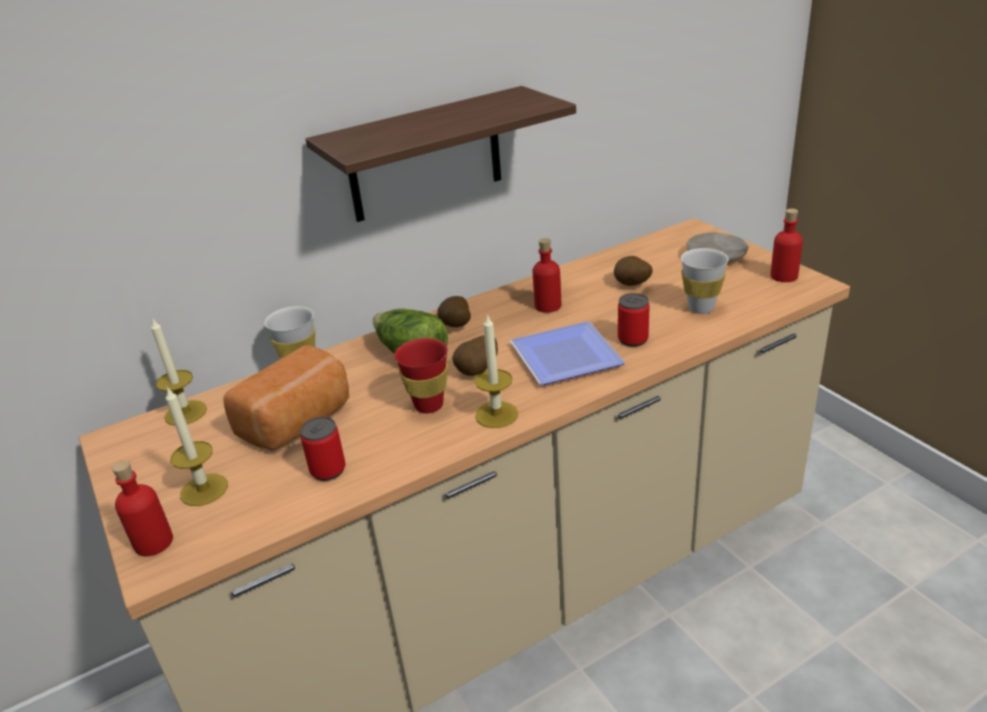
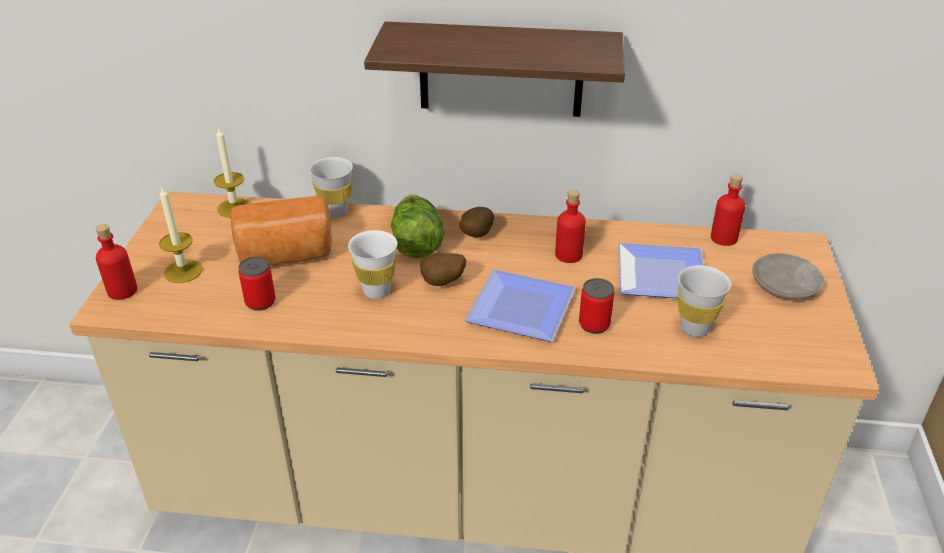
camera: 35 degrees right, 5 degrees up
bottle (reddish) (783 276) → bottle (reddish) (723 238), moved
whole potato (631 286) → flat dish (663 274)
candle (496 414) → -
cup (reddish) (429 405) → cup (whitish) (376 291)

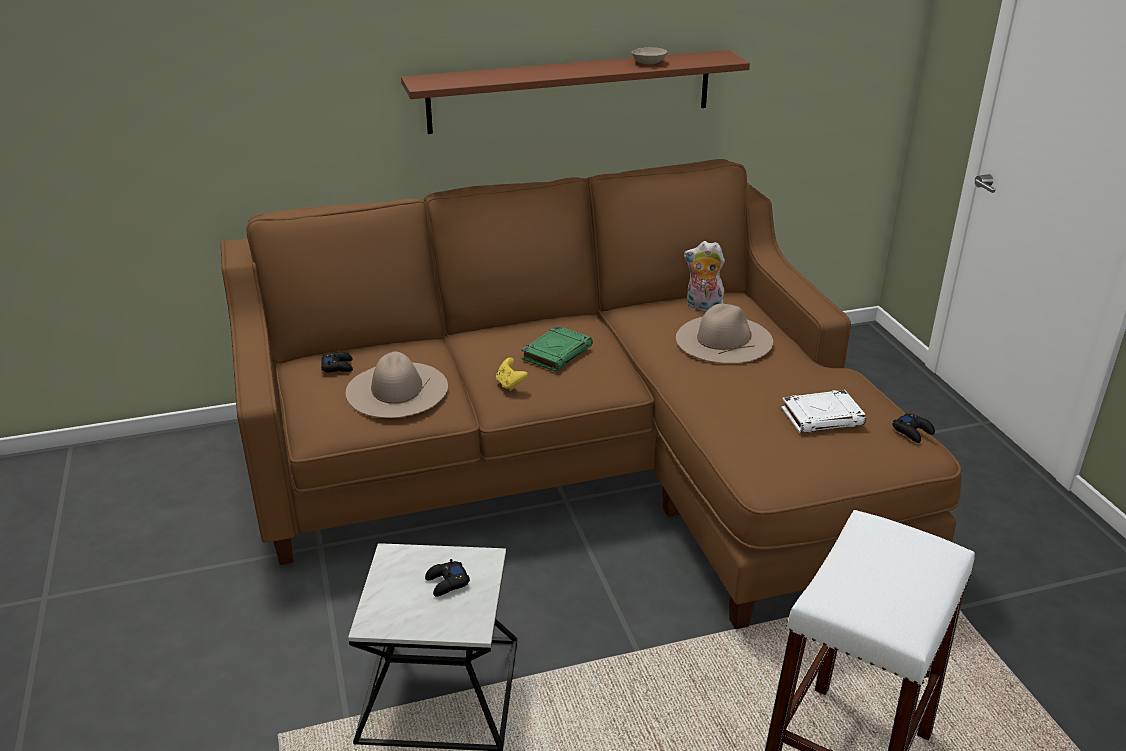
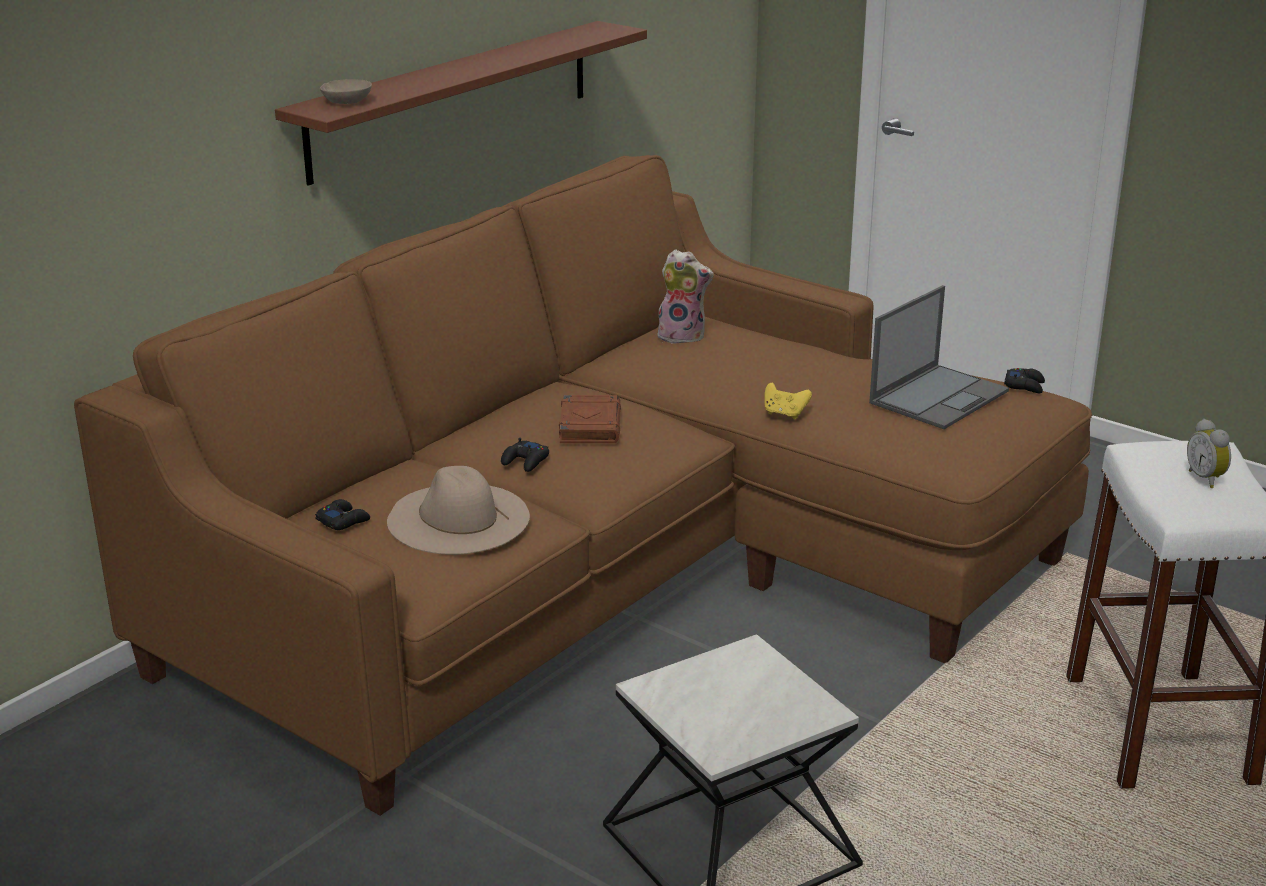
camera: 35 degrees left, 5 degrees down
serving bowl (sand-coloured) (649 63) → serving bowl (sand-coloured) (348 102), moved
cuddly toy (702 308) → cuddly toy (683 337), 150 degrees counterclockwise
wearable hat (sand-coloured) (724 339) → -
book (green) (557 353) → book (brown-coloured) (589 425)
gamepad (yellow) (510 384) → gamepad (yellow) (784 414), moved
book (whitish) (823 416) → notebook computer (939 396)
gamepad (black) (447 583) → gamepad (black) (525 461), moved
- → alarm clock (1207 479)

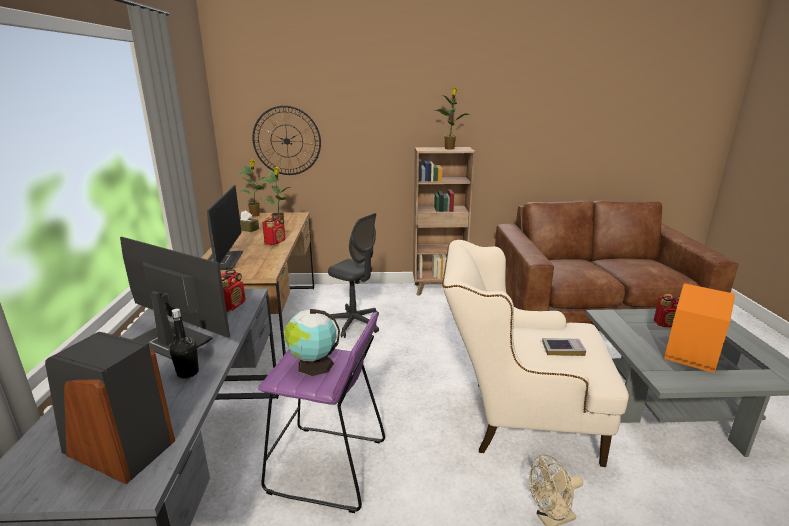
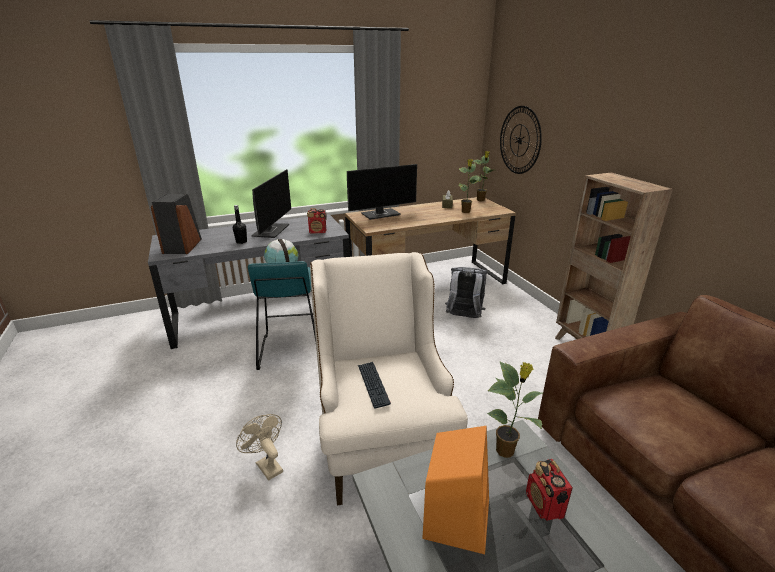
camera: 70 degrees right, 5 degrees up
houseplant (450 148) → houseplant (506 451), moved
office chair (greyish) (354 324) → rucksack (greyish) (464 317)
radio (275 242) → -
sitting stool (purplish) (327 467) → sitting stool (blue-green) (291 350)
book (563 349) → PC keyboard (373 384)

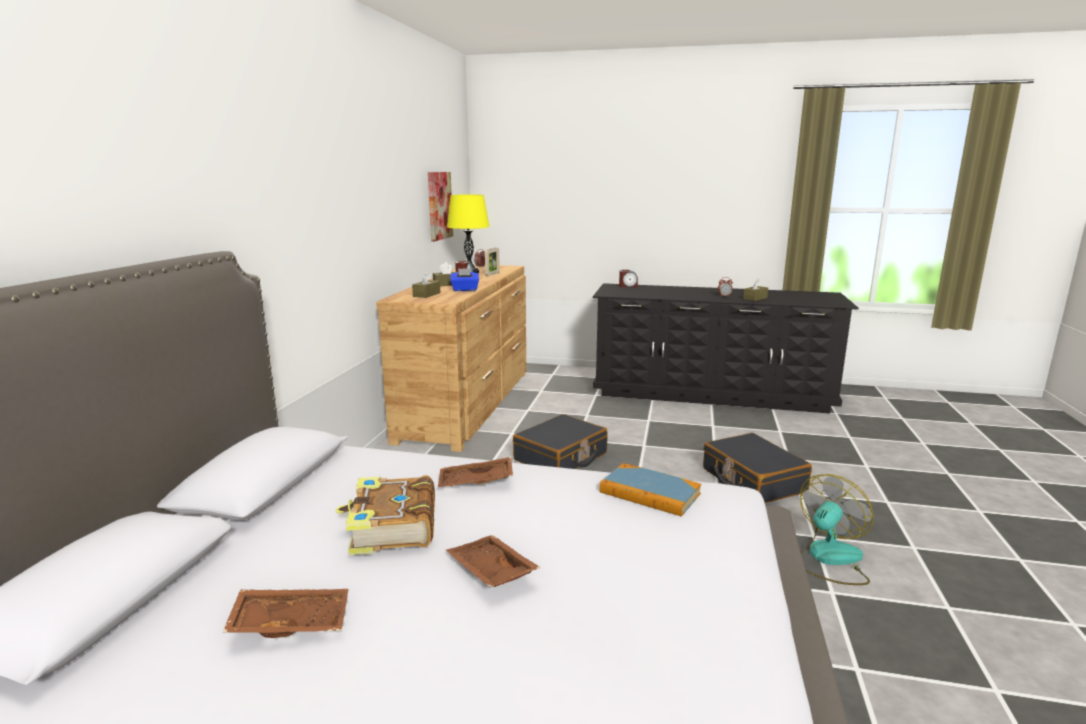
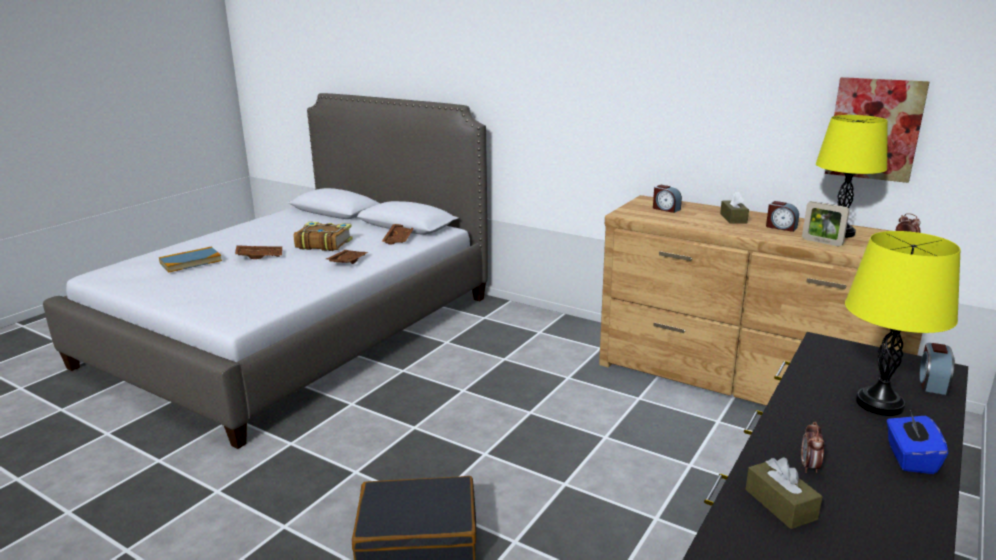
camera: 110 degrees right, 5 degrees up
tissue holder (blue-coloured) (465 289) → tissue holder (blue-coloured) (910 458), moved
tissue holder (brown-coloured) (426 294) → alarm clock (666 209)
piece of luggage (black) (561 457) → -
book (649 493) → book (191 262), moved
cooling fan (829 559) → -
tray (brown-coloured) (291 621) → tray (brown-coloured) (400 239), moved
- → lamp for a table (yellow) (879 404)

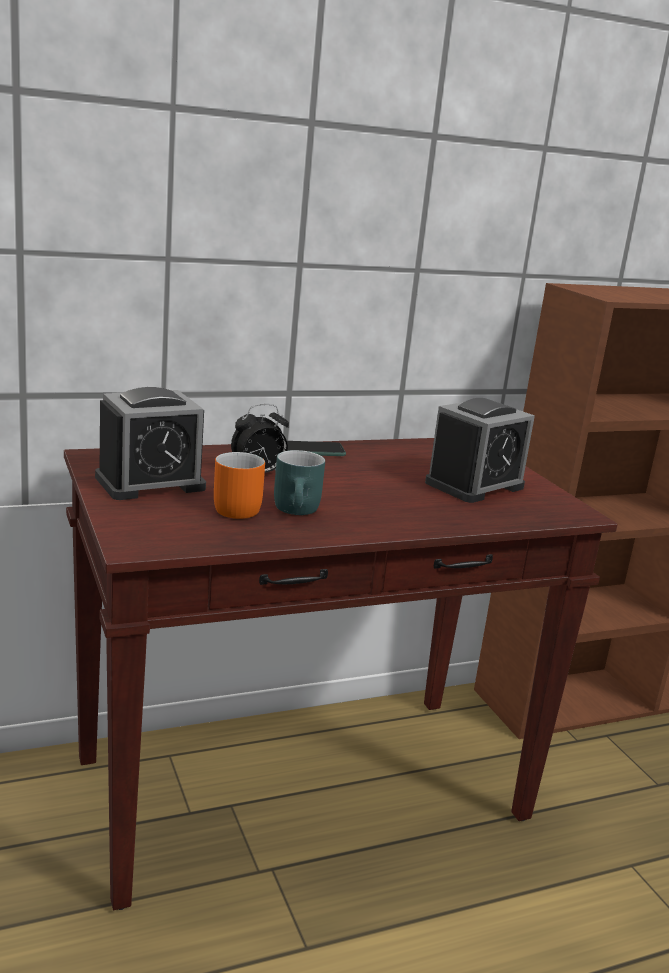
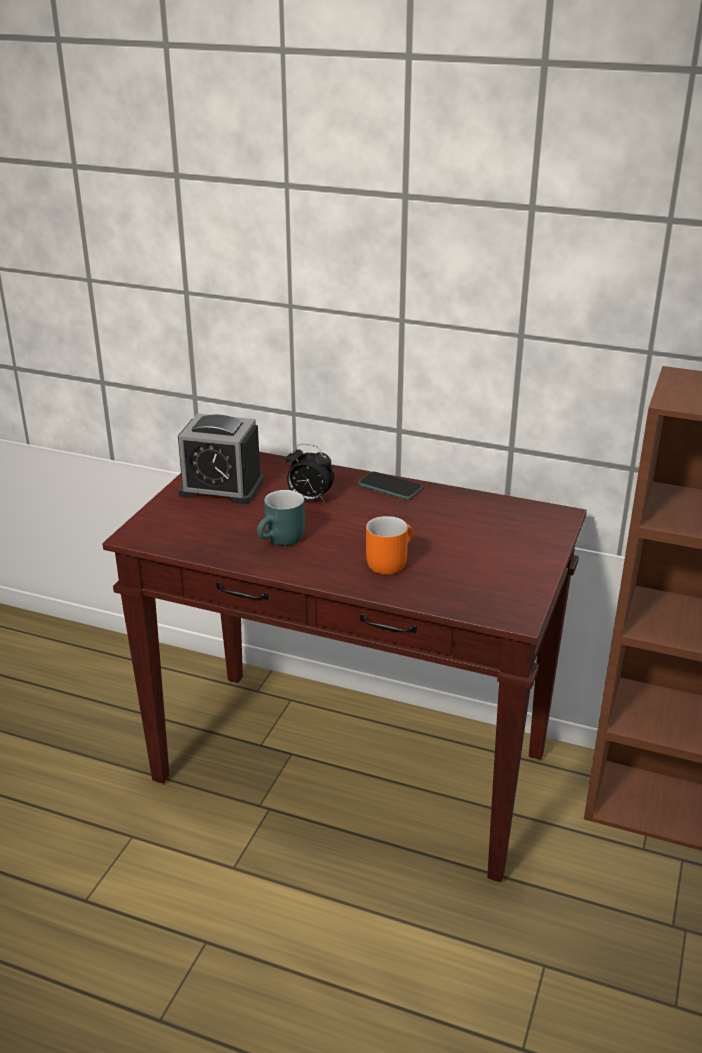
camera: 45 degrees right, 10 degrees up
alarm clock (474 485) → -
mug (orangey) (234 507) → mug (orangey) (388 561), moved

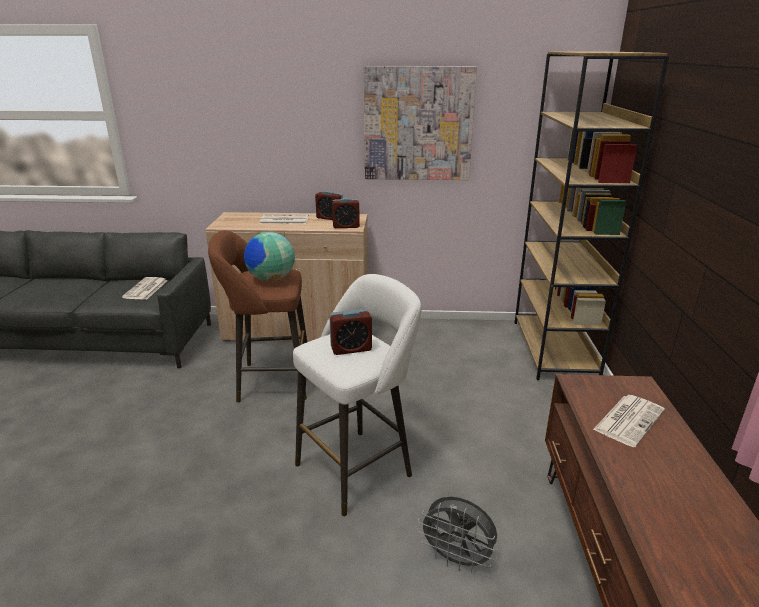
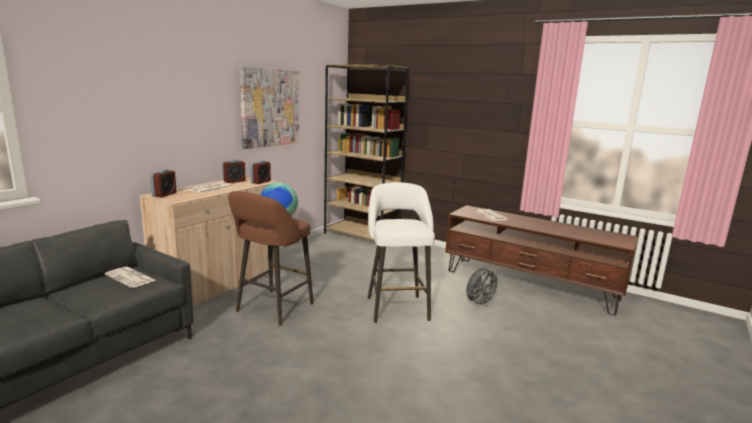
camera: 60 degrees left, 10 degrees down
alarm clock (351 349) → alarm clock (164 194), moved

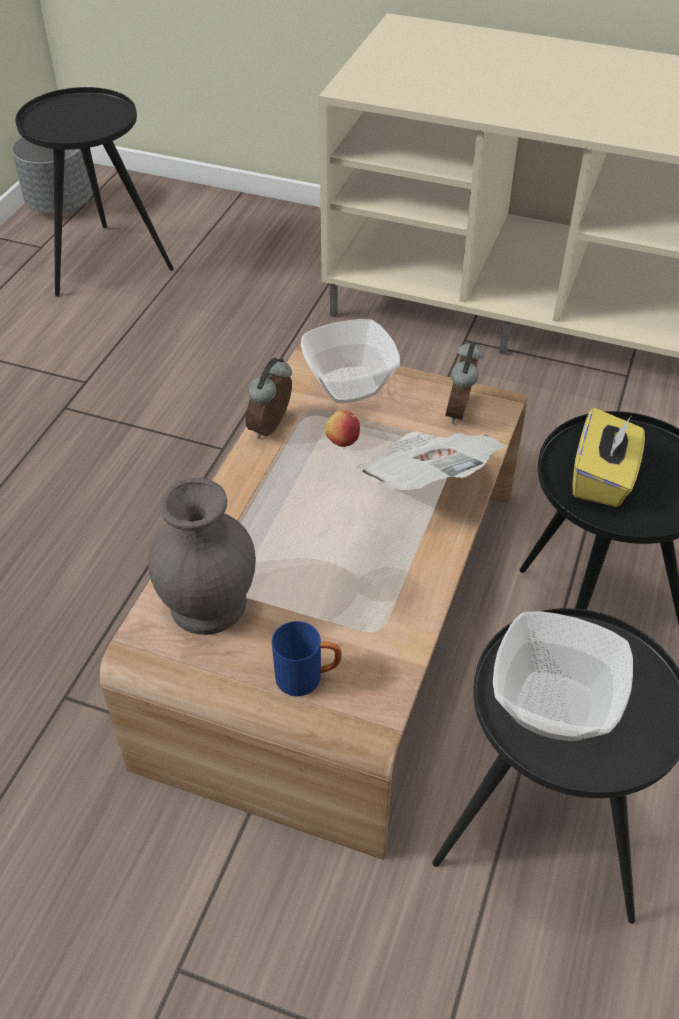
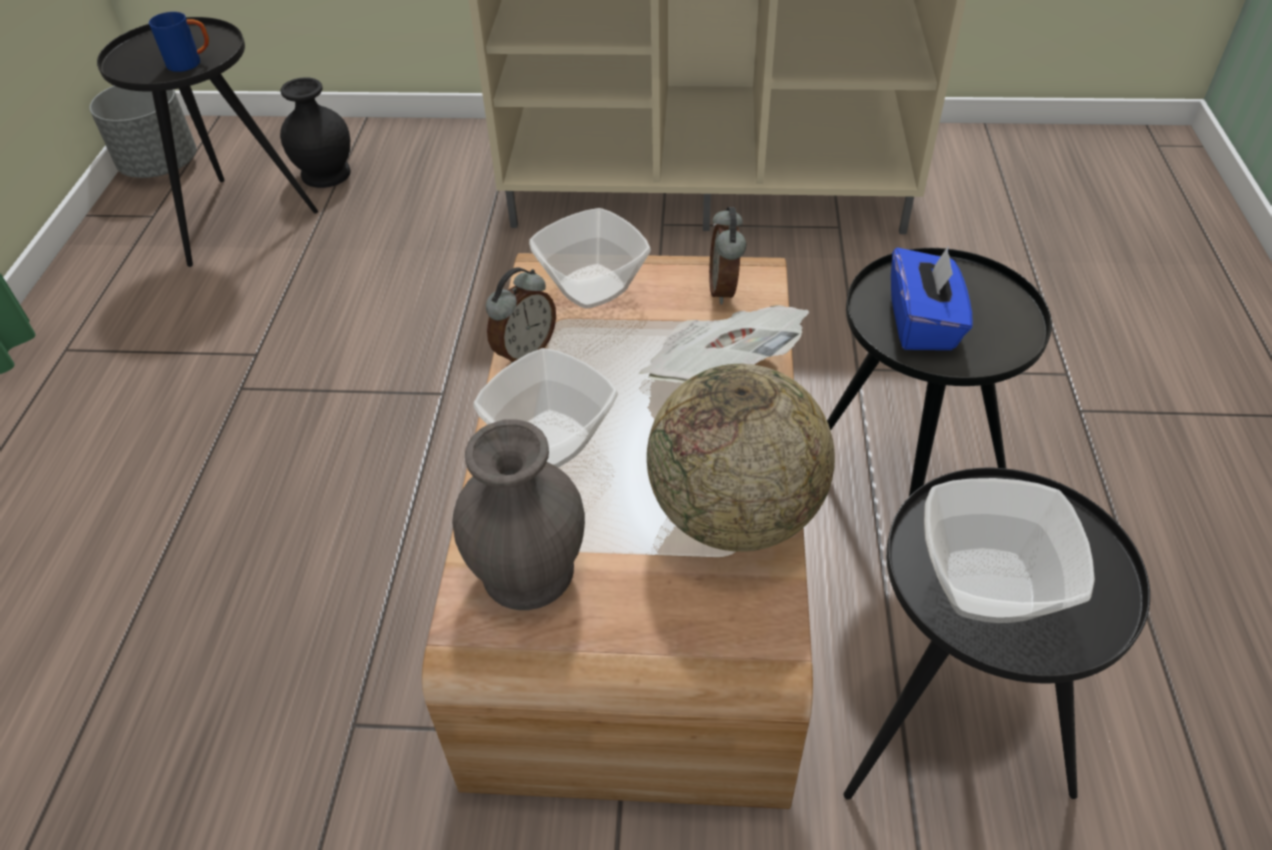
camera: 15 degrees left, 0 degrees up
alarm clock (272 428) → alarm clock (524 351), 150 degrees counterclockwise
tissue holder (yellow) (602 479) → tissue holder (blue-coloured) (923 323)
apple (342 439) → -
mug (blue-coloured) (308 677) → mug (blue-coloured) (191 63), moved
- → decorative vase (black) (325 173)
- → serving bowl (553 439)
- → globe (735 514)

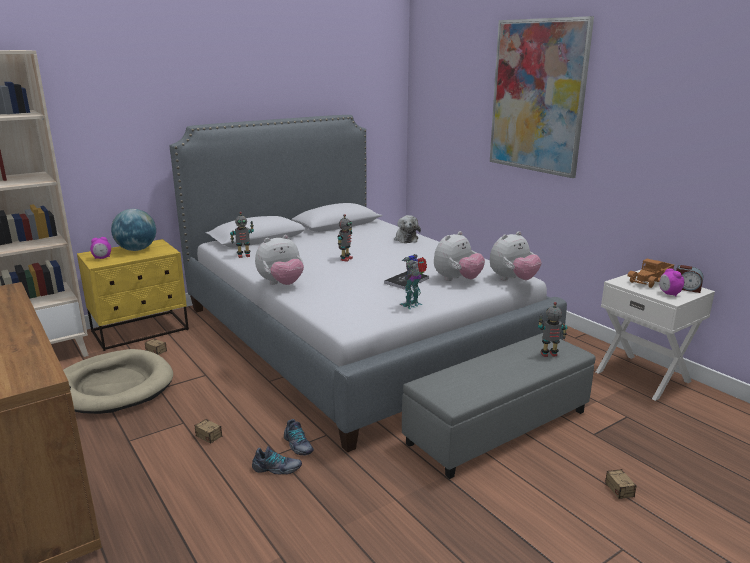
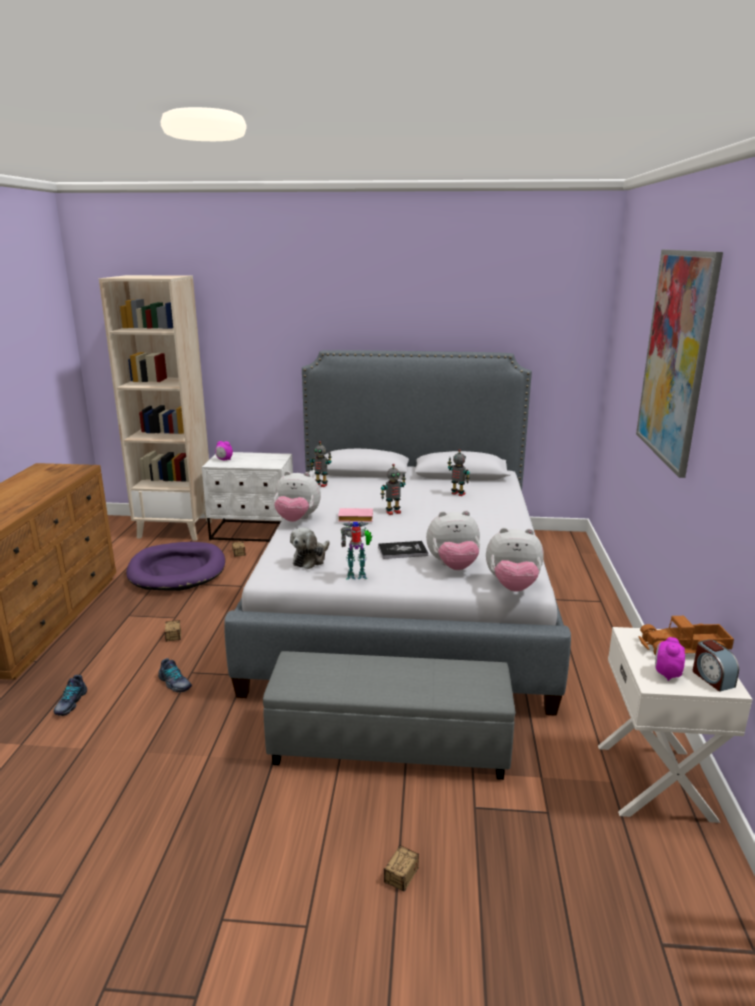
camera: 40 degrees right, 0 degrees up
globe (136 249) → -
cuddly toy (406 239) → cuddly toy (310 559), moved
bedside table (yellow) (141 331) → bedside table (whitish) (253 532)
toy robot (549 355) → toy robot (457 494), moved
dog cushion (sand-coloured) (114 386) → dog cushion (purplish) (177 570)
shoe (298 445) → shoe (70 703), moved
- → book (pinkish) (354 519)

